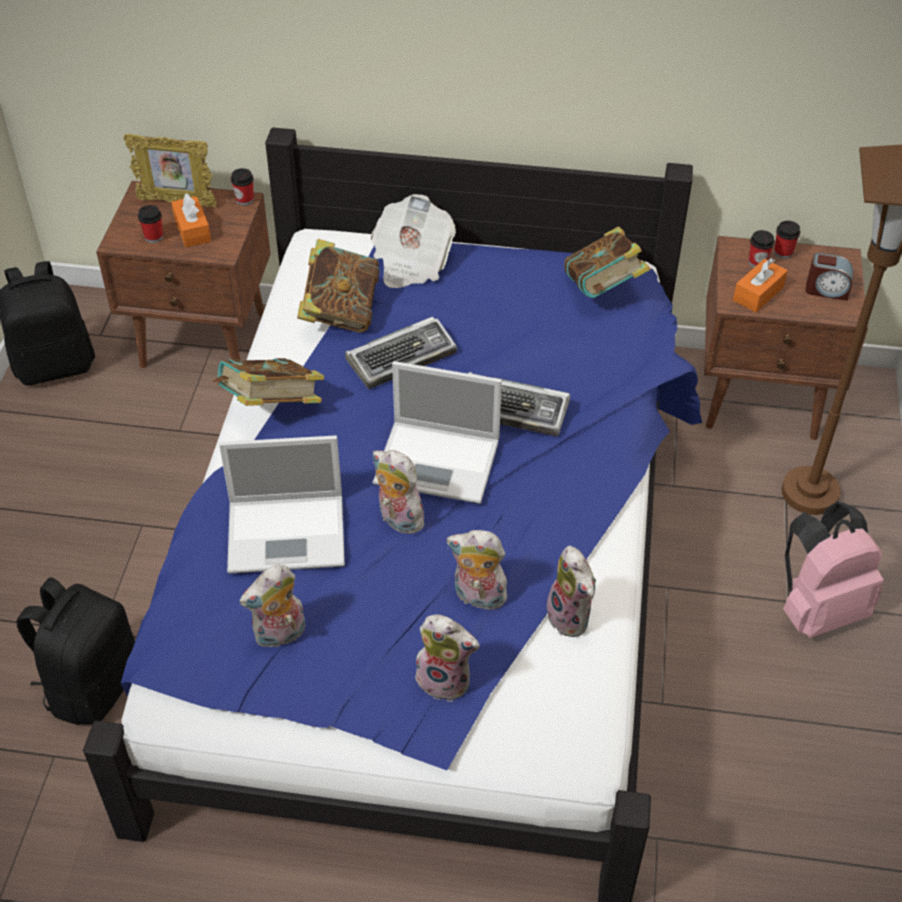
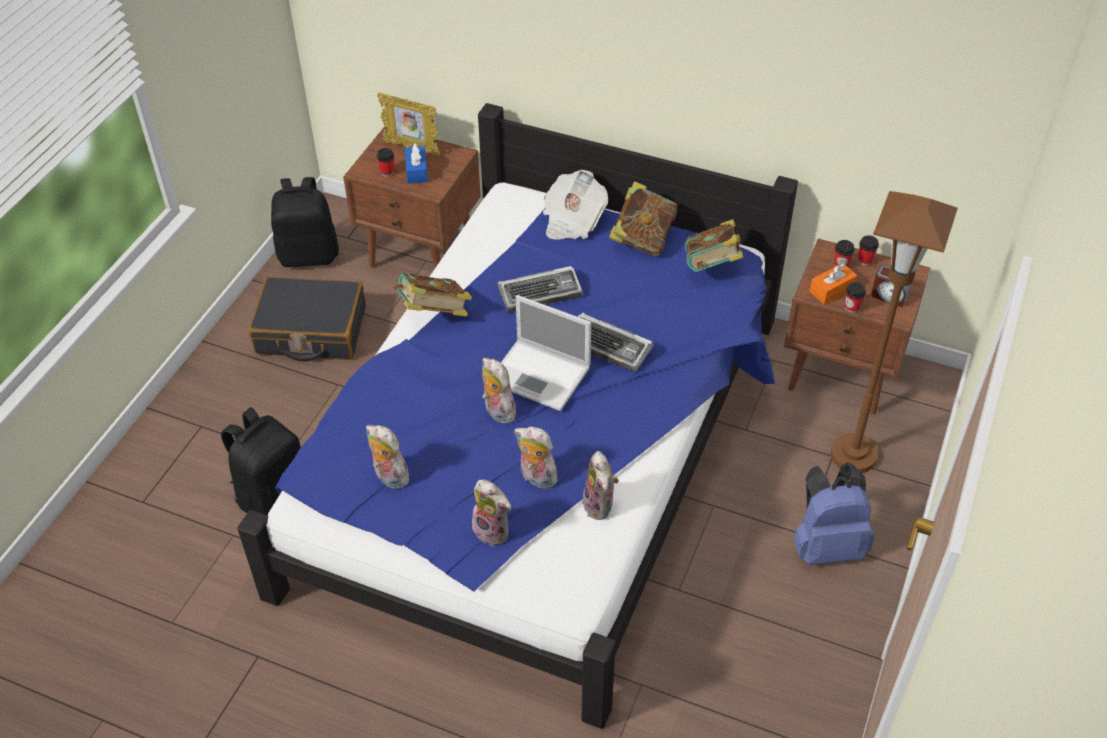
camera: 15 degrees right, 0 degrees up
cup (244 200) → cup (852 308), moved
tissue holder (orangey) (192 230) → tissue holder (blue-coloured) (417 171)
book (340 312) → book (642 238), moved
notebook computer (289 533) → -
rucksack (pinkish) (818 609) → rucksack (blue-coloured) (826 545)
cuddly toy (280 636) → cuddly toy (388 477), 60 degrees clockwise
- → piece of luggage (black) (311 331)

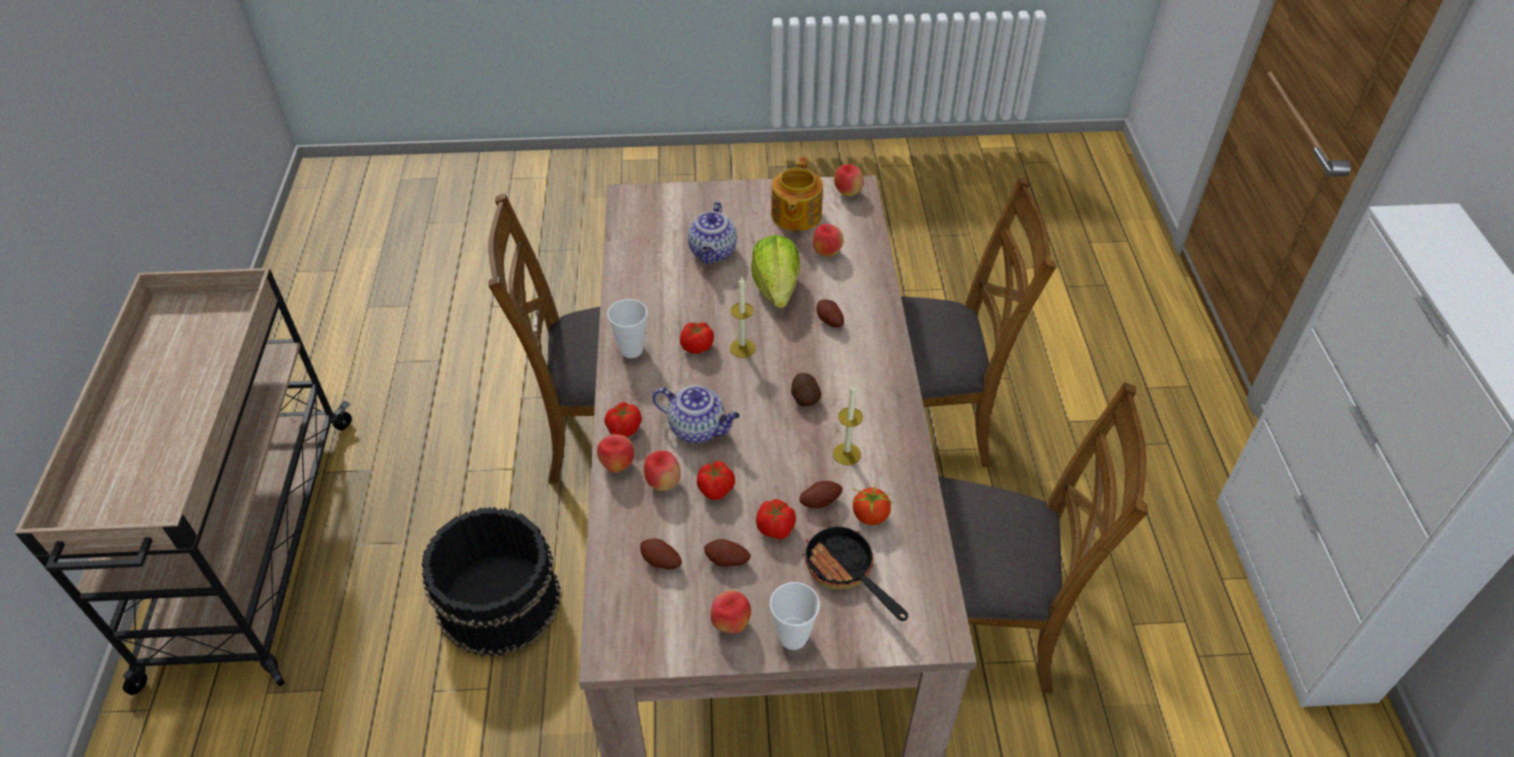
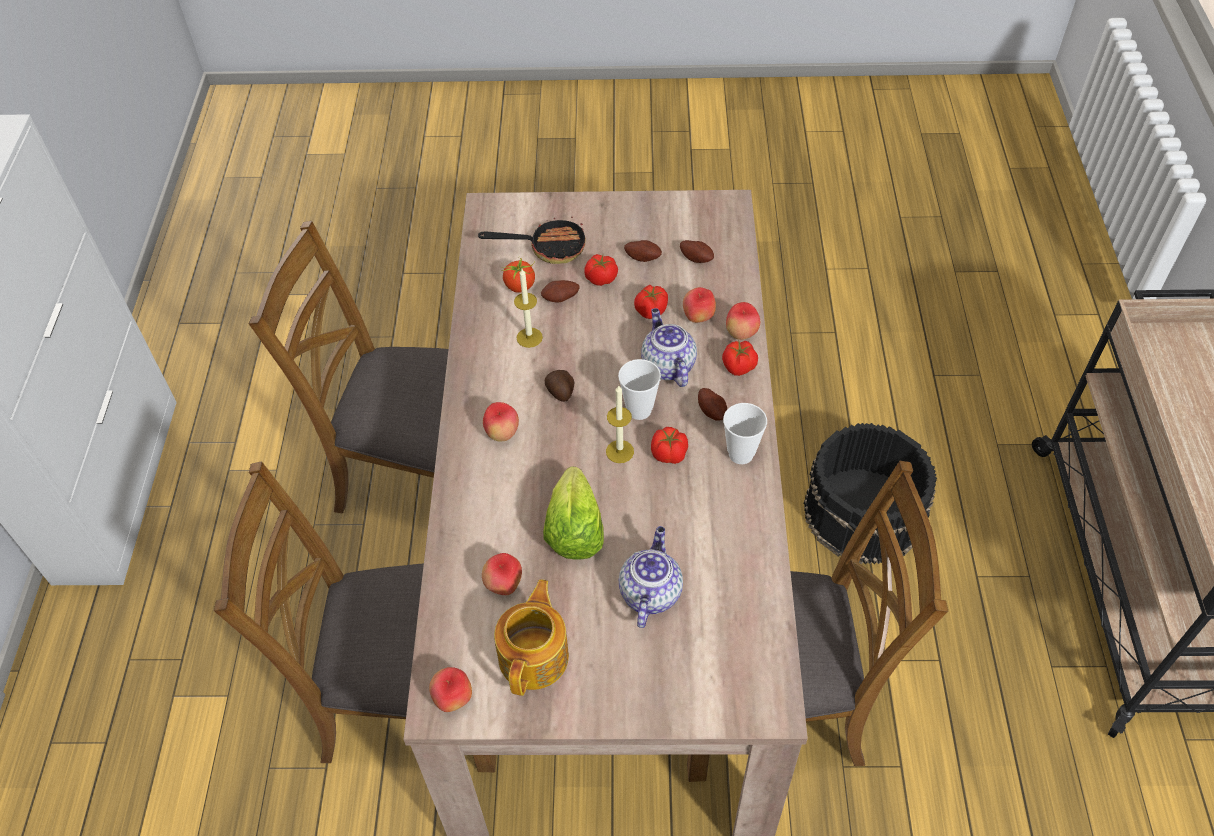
camera: 175 degrees left, 5 degrees up
whole potato (829 321) → whole potato (712 411), moved
tea pot (698 428) → tea pot (667 365), 45 degrees clockwise
frying pan (845 572) → frying pan (548 247), 60 degrees counterclockwise
cup (793 637) → cup (639 410), moved
apple (731 623) → apple (502 434), moved

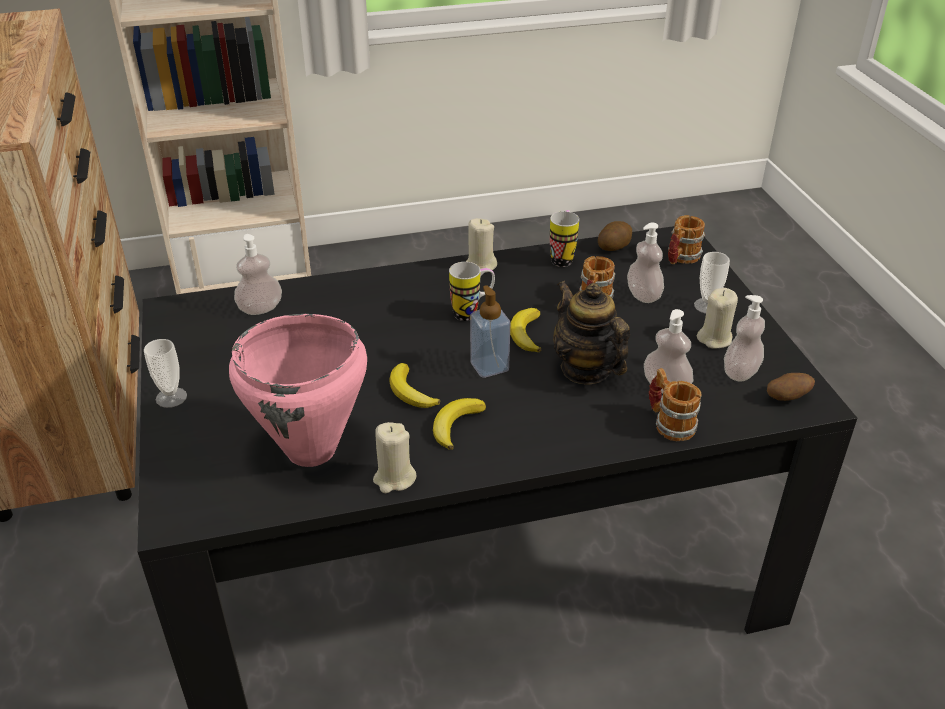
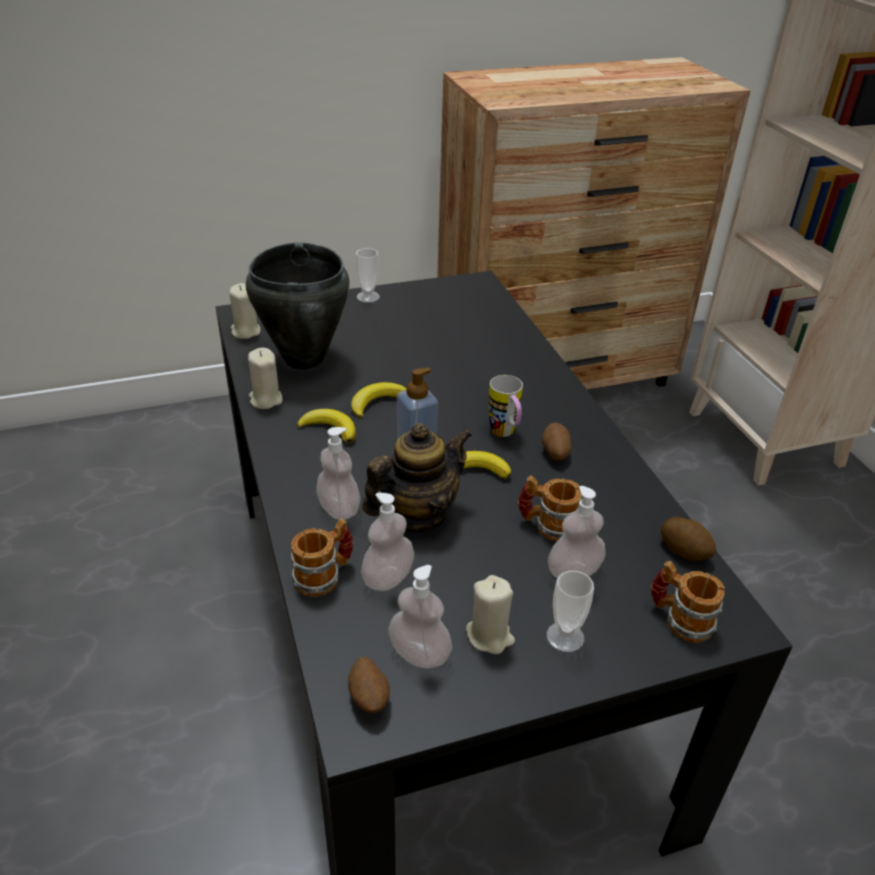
camera: 85 degrees right, 0 degrees up
mug (563 257) → -
candle (sand-coloured) (480 265) → candle (sand-coloured) (245 331), moved
liquid soap bottle (260 308) → liquid soap bottle (339 509), moved
cooking pot (pinkish) (312 450) → cooking pot (black) (303 359)
- → whole potato (554 453)

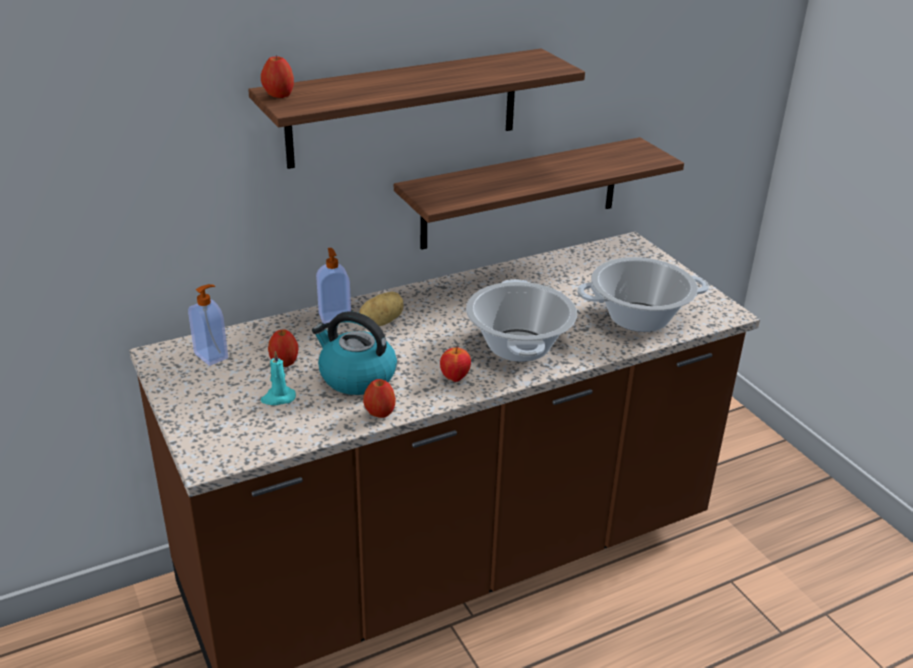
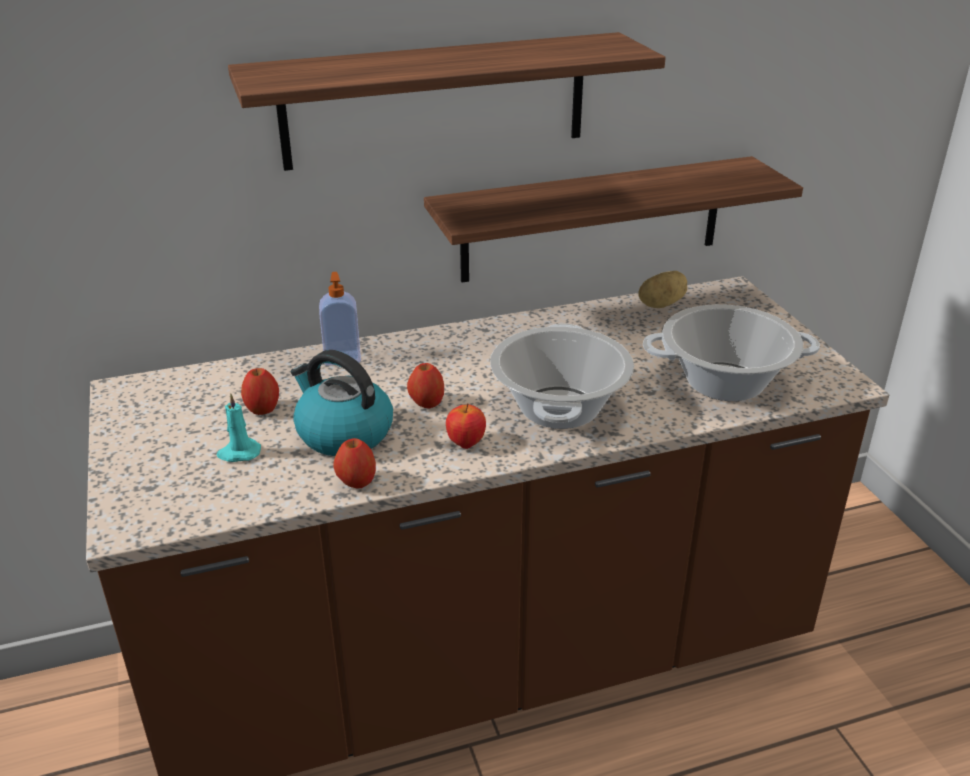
camera: 10 degrees right, 0 degrees up
apple (279 96) → apple (427 404), moved
liquid soap bottle (212 355) → -
whole potato (381 322) → whole potato (660 304), moved

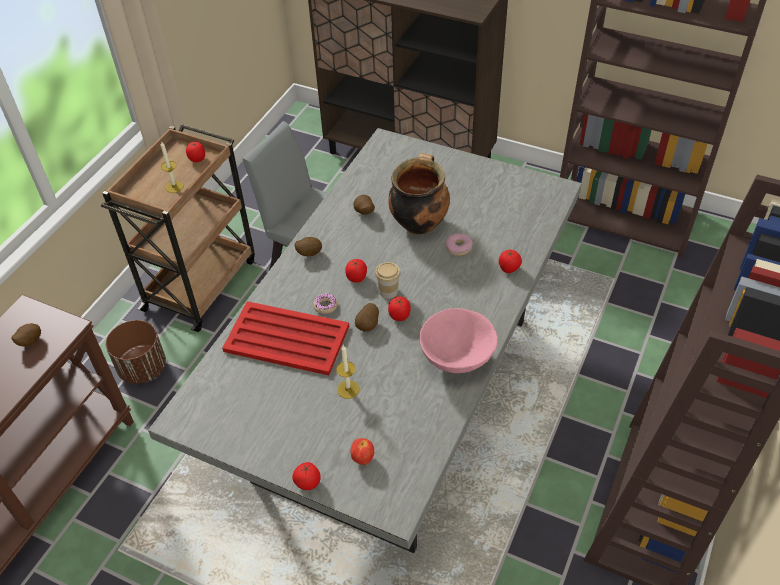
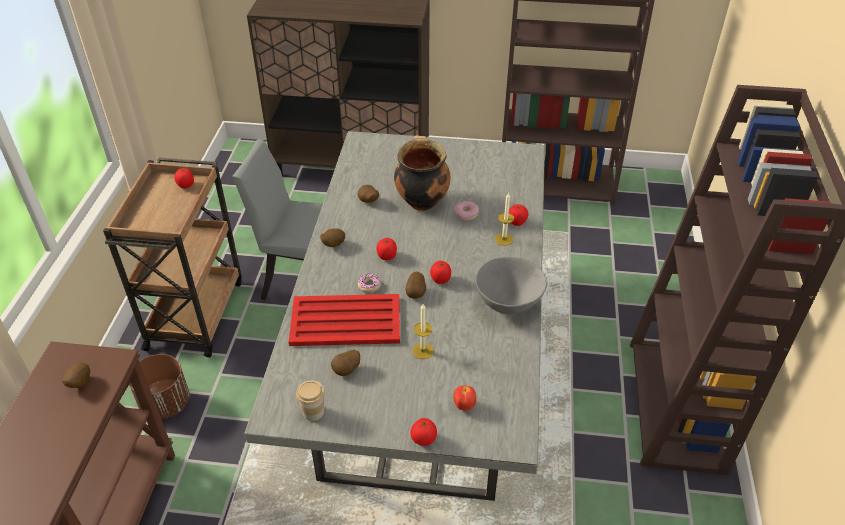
camera: 20 degrees left, 5 degrees down
candle (174 187) → candle (504 239), moved
cup (388 291) → cup (313 412), moved
serving bowl (pinkish) (457 360) → serving bowl (greyish) (508 305)
- → whole potato (347 371)

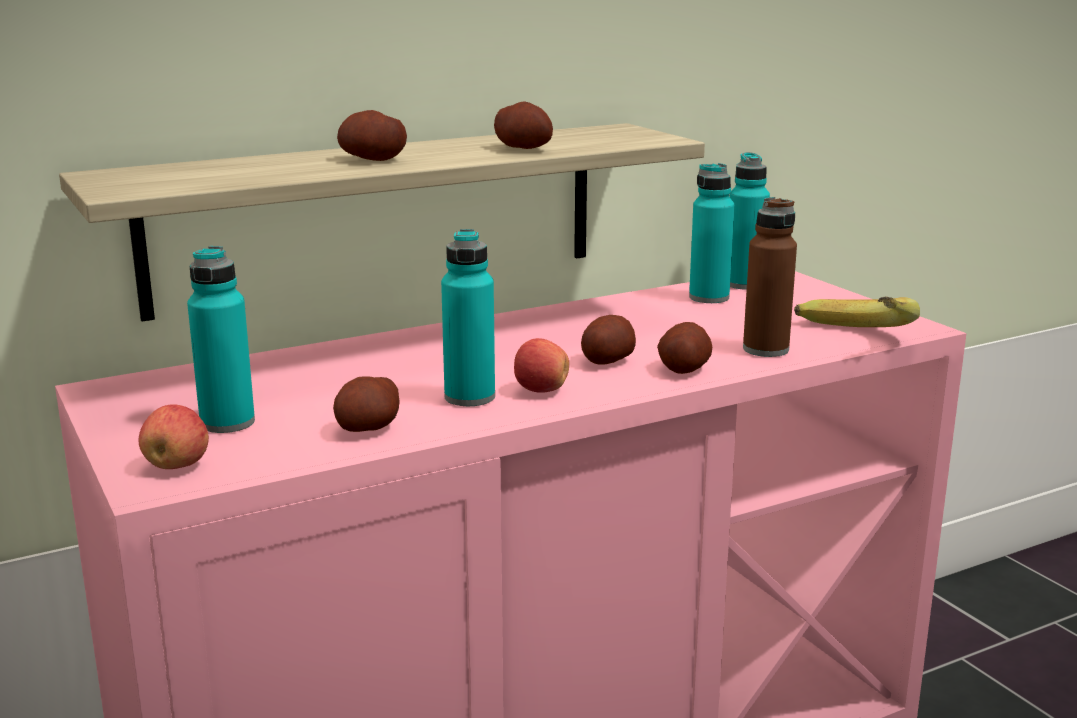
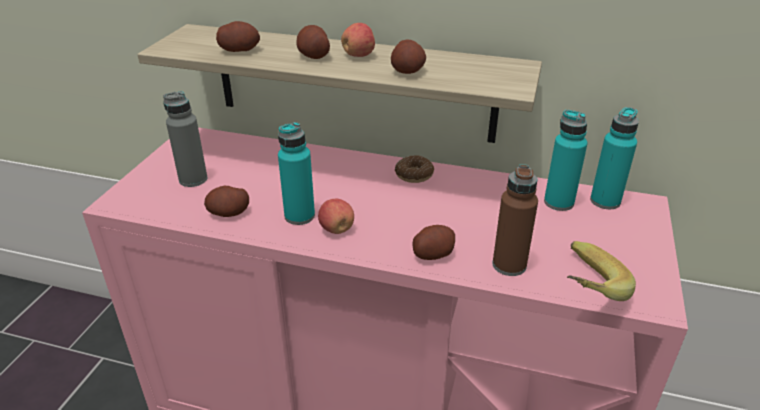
camera: 45 degrees right, 15 degrees up
bottle (blue-green) (227 423) → bottle (greyish) (193 179)
whole potato (607 360) → whole potato (239 50), moved
apple (177 465) → apple (359 55), moved
- → ring doughnut (414 175)

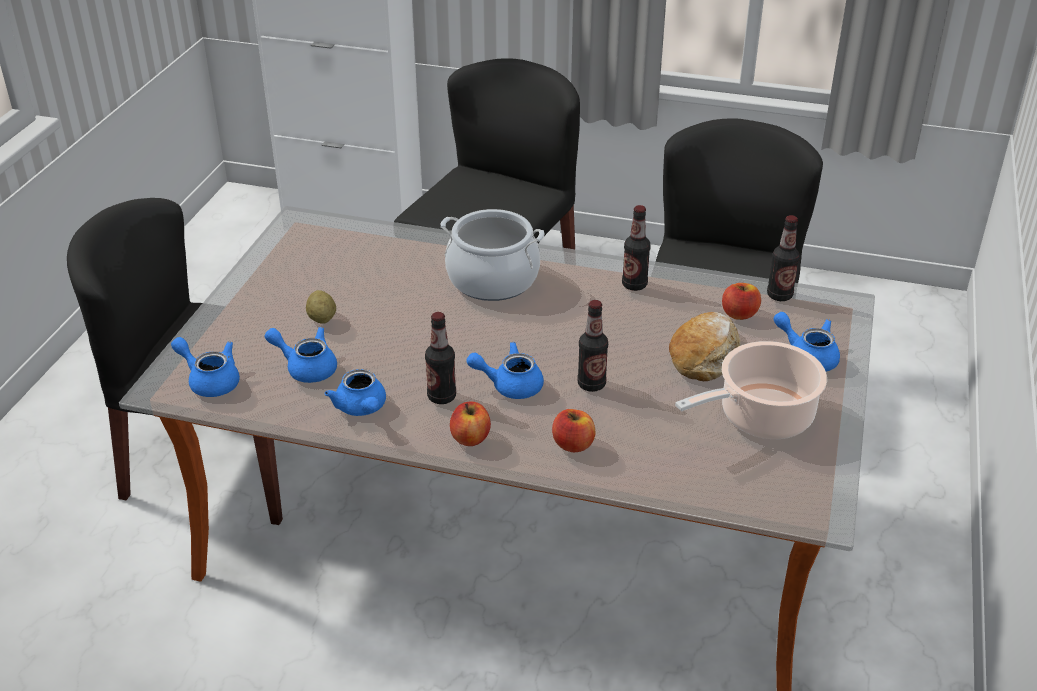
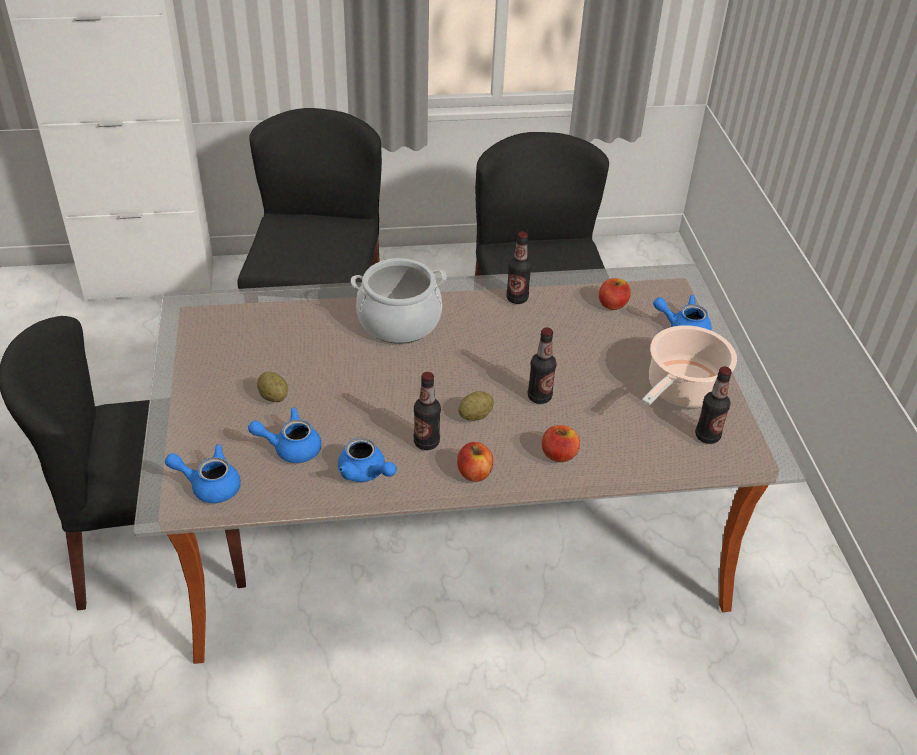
camera: 25 degrees left, 5 degrees up
bottle (779 295) → bottle (707 436), moved
bakery bread (704 355) → -
tea pot (blue-coloured) (509 385) → whole potato (475 416)

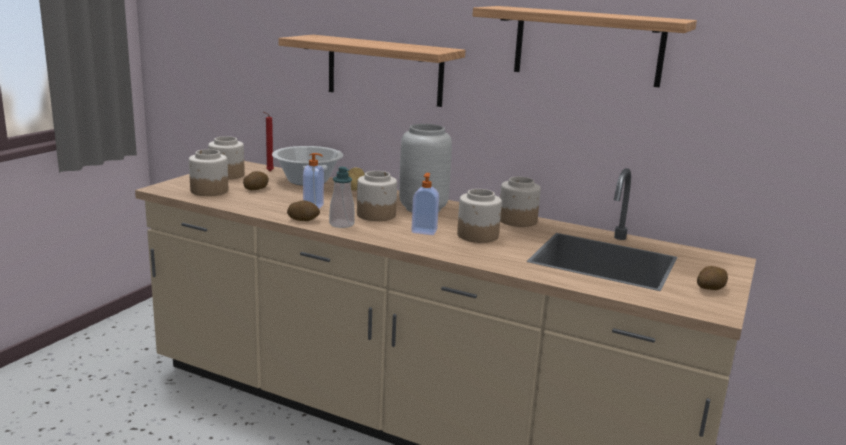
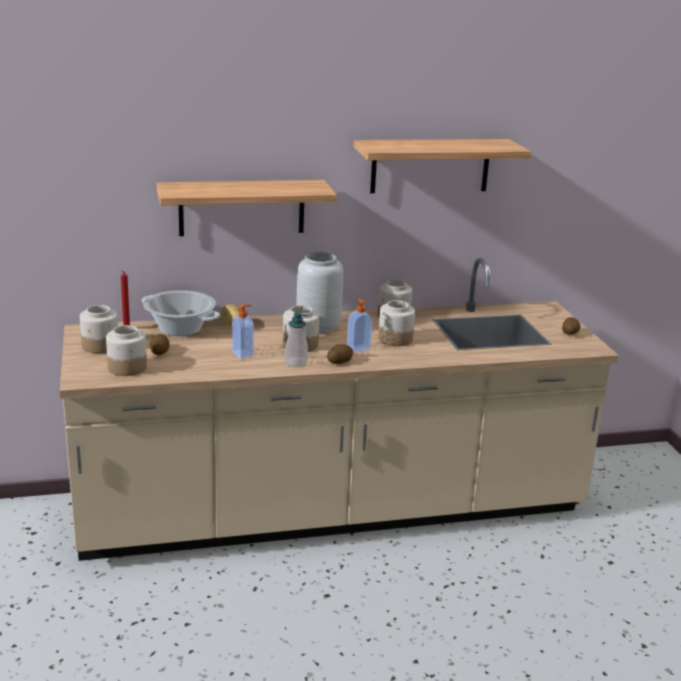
camera: 40 degrees left, 5 degrees up
whole potato (303 220) → whole potato (340 361), moved

